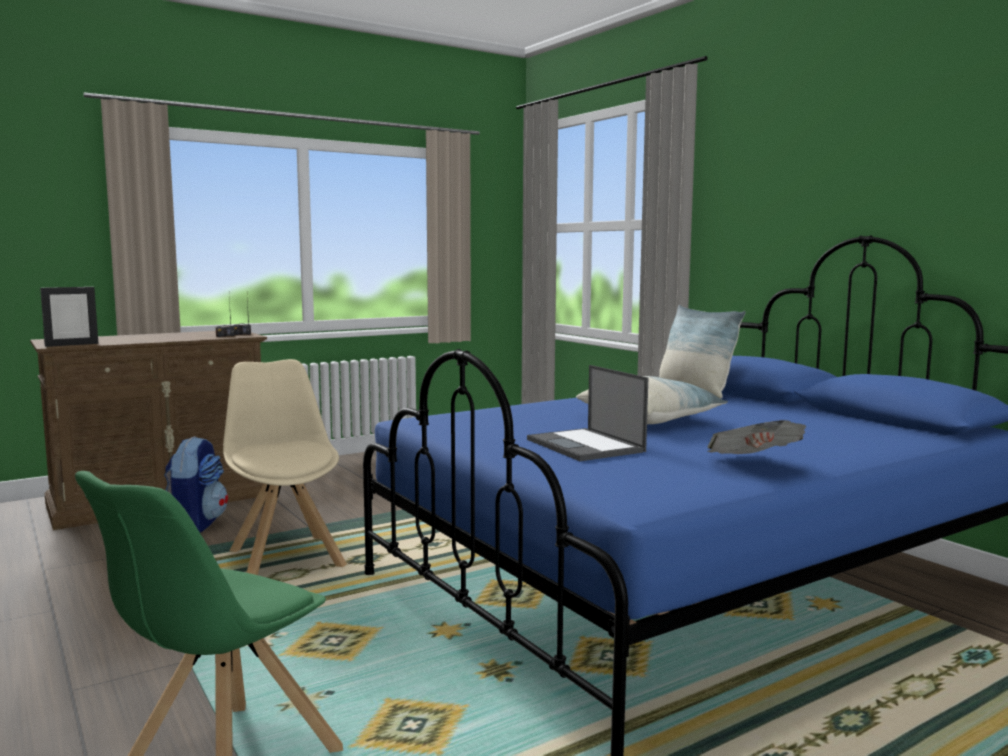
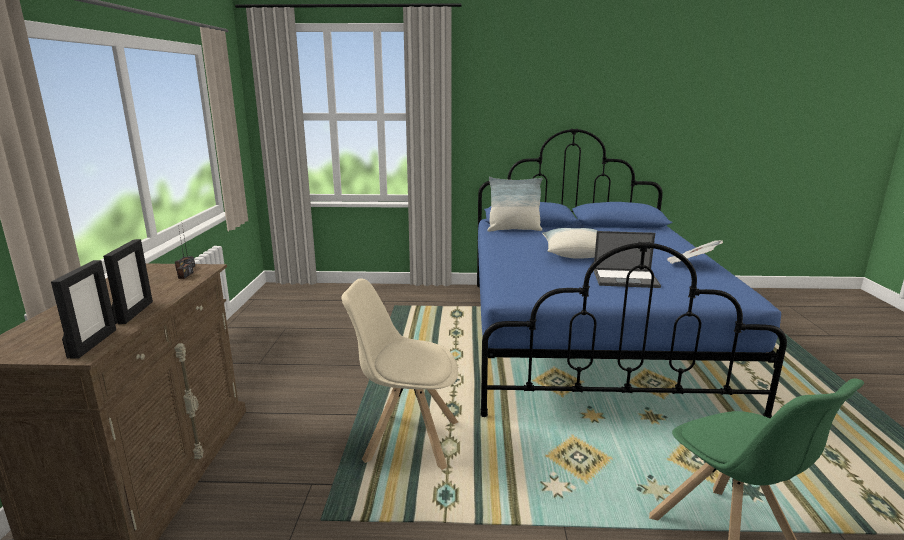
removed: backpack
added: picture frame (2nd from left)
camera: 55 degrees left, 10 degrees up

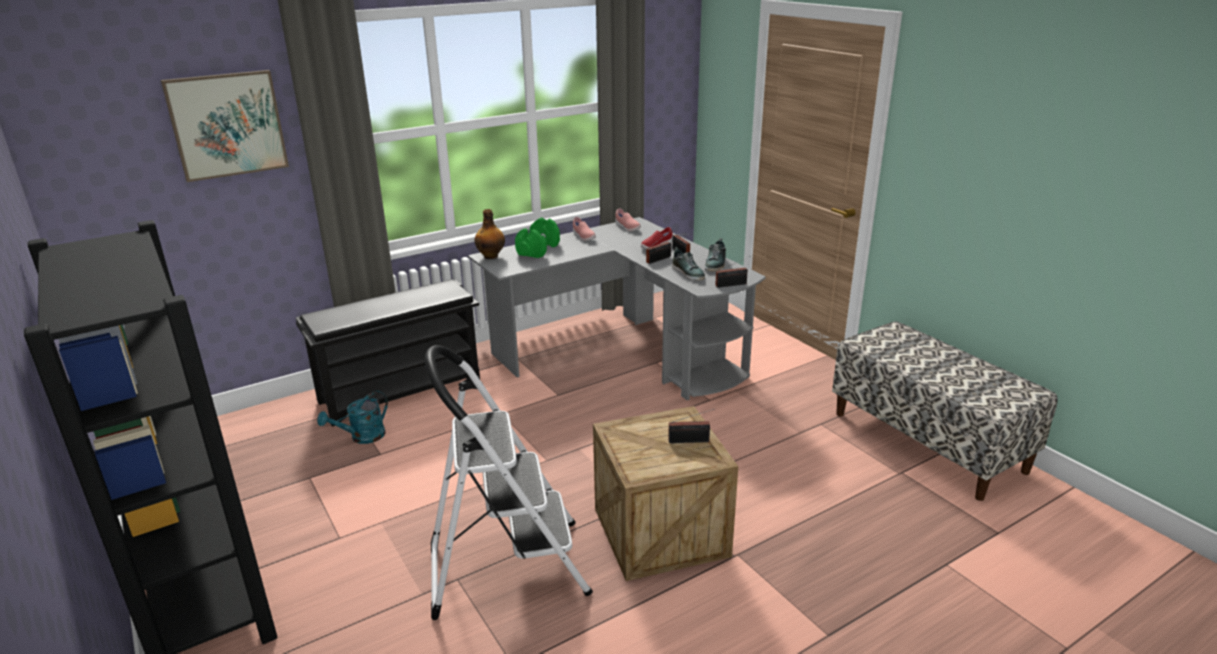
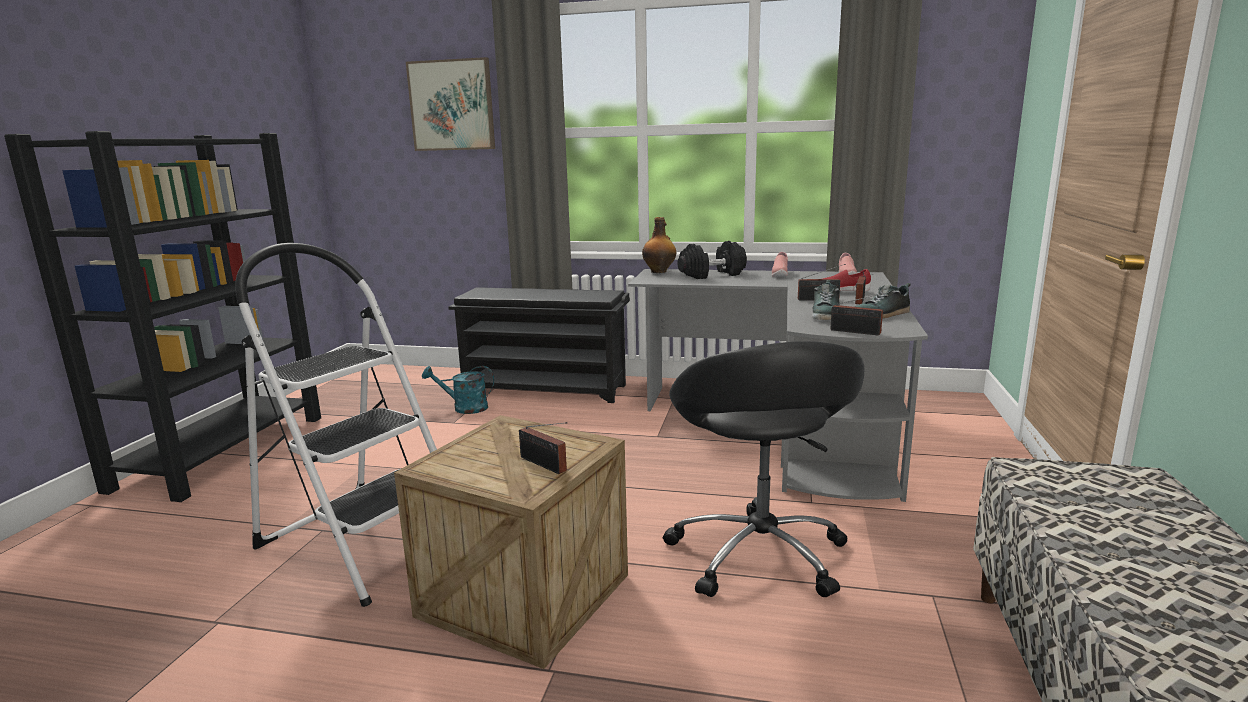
added: office chair/black
recoloured: dumbbell/green to dumbbell/black
camera: 45 degrees right, 10 degrees down

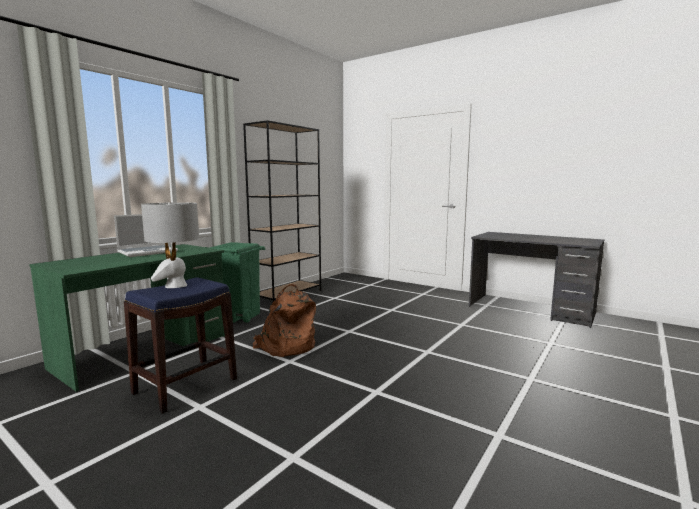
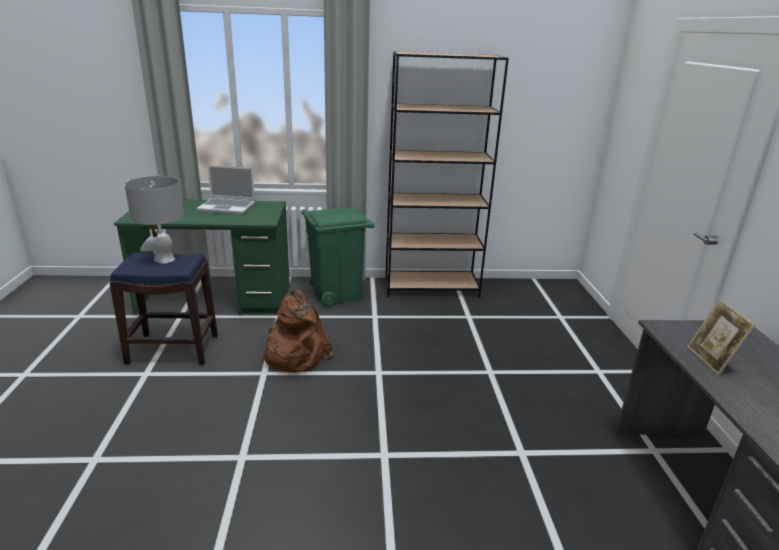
added: picture frame
camera: 50 degrees right, 15 degrees up

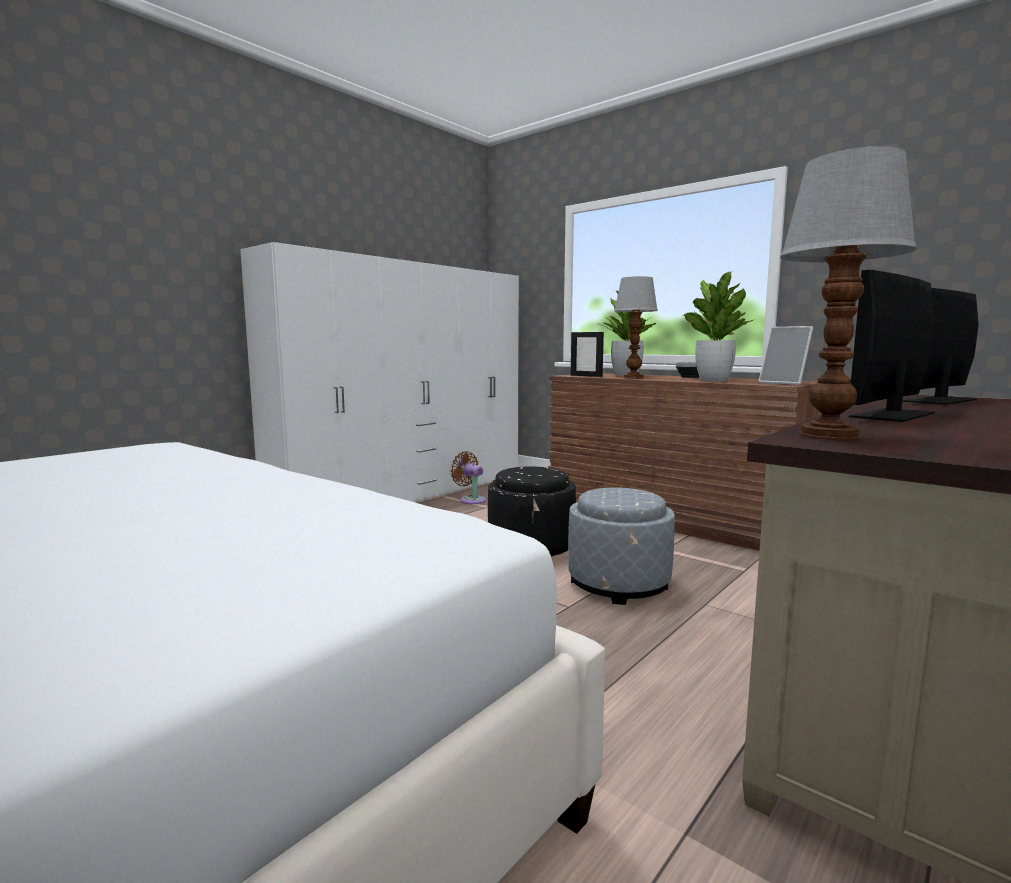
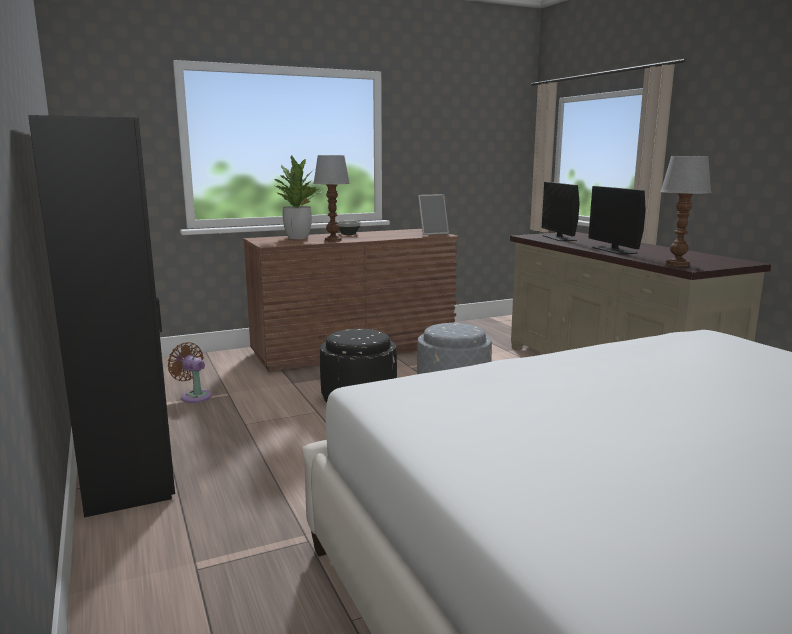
removed: picture frame (1st from left); potted plant (2nd from left)
recoloured: wardrobe/white to wardrobe/black
turned: fan/brown 60 degrees clockwise
camera: 65 degrees left, 5 degrees up

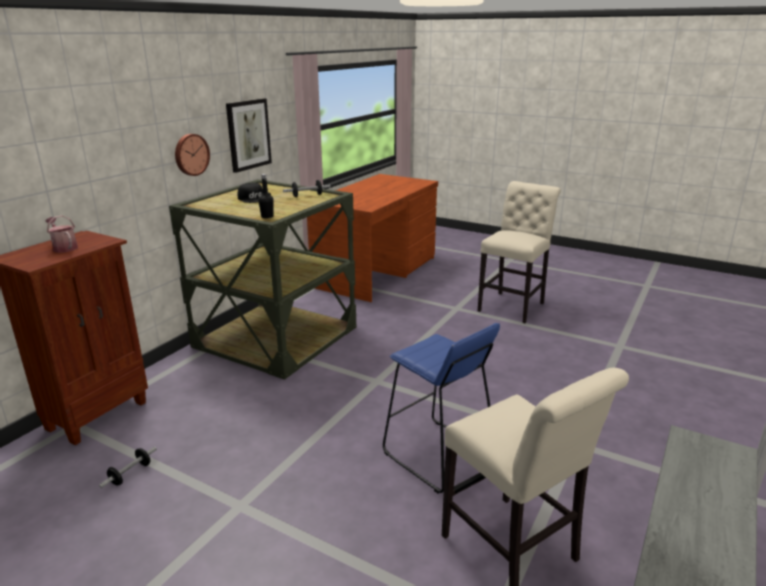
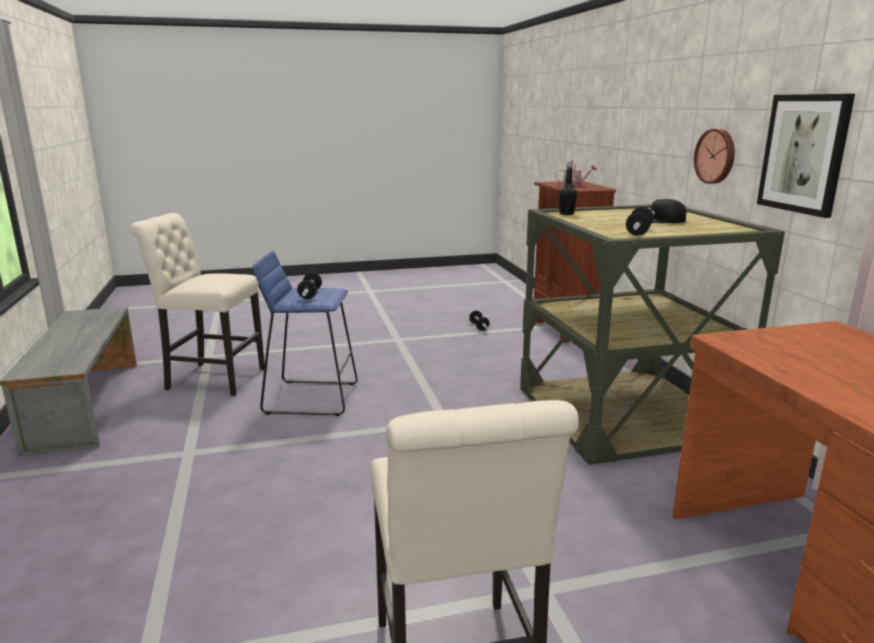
added: dumbbell (1st from left)
camera: 135 degrees right, 5 degrees down

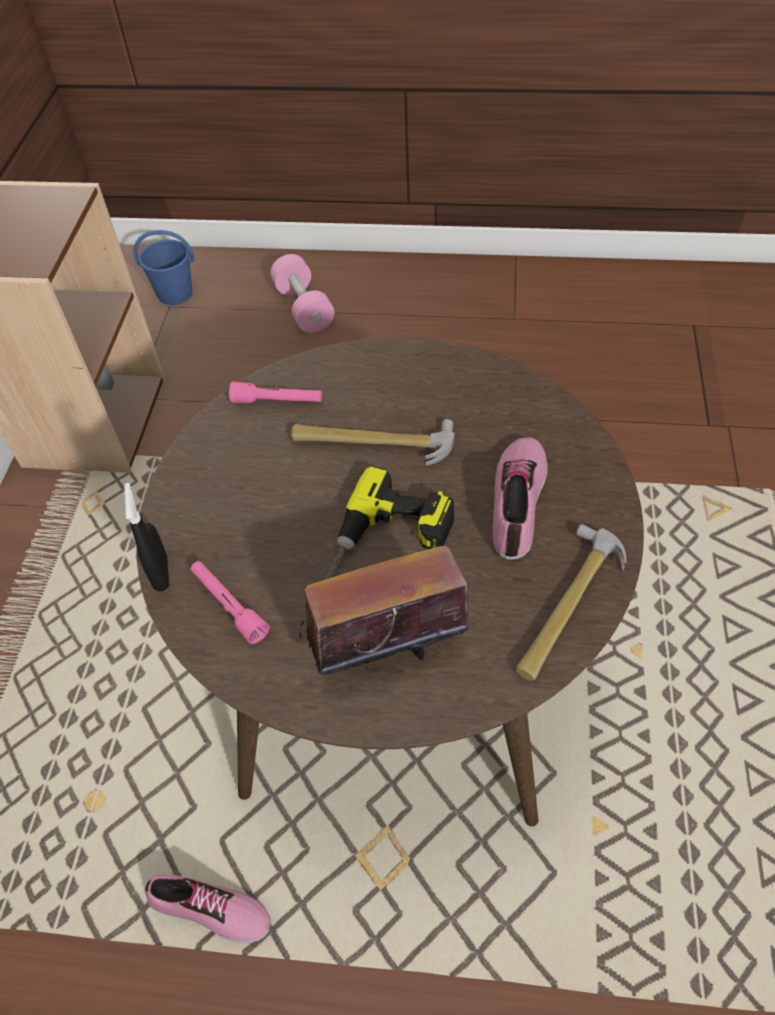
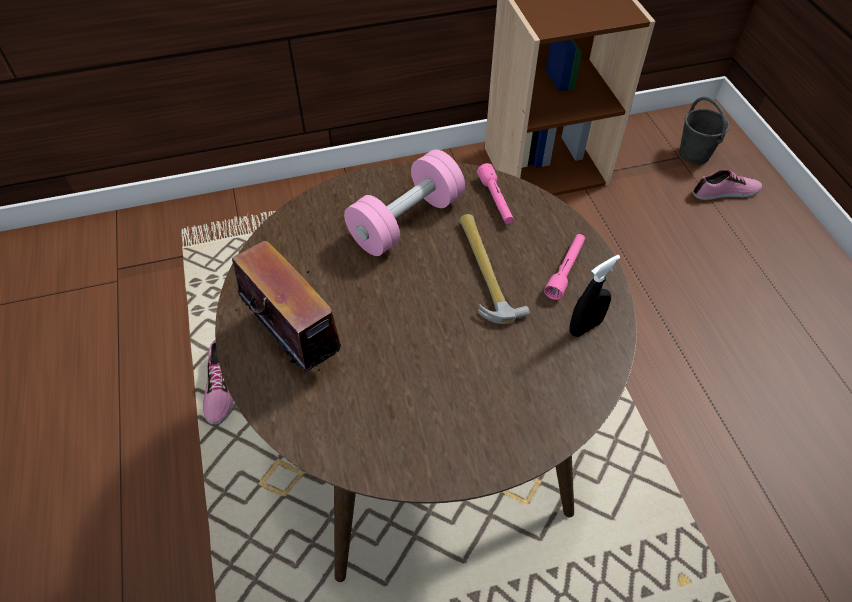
removed: power drill; hammer (2nd from left)
moved: spray bottle/black; flashlight/pink (1st from left in the first image) to flashlight/pink (2nd from left); dumbbell/pink; shoe (2nd from left)
recoloured: bucket/blue to bucket/grey
camera: 65 degrees right, 0 degrees up

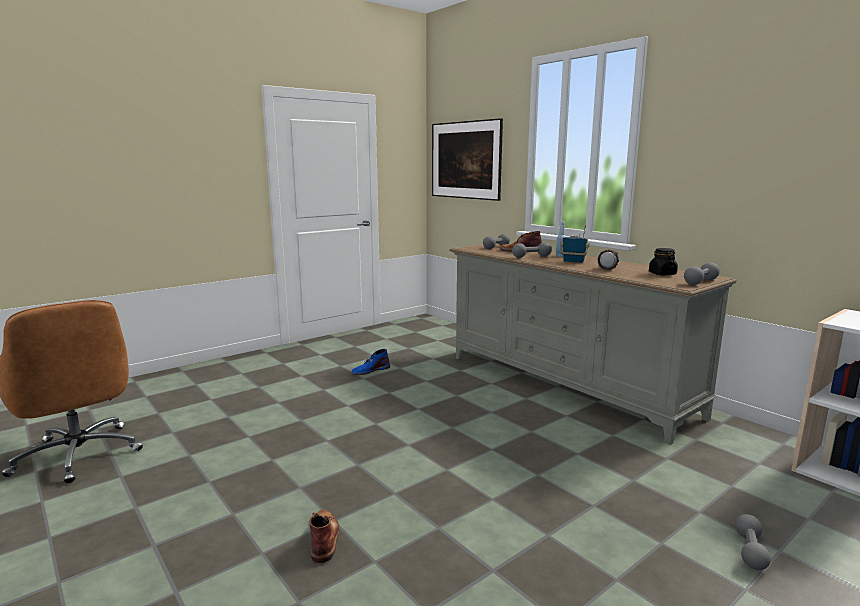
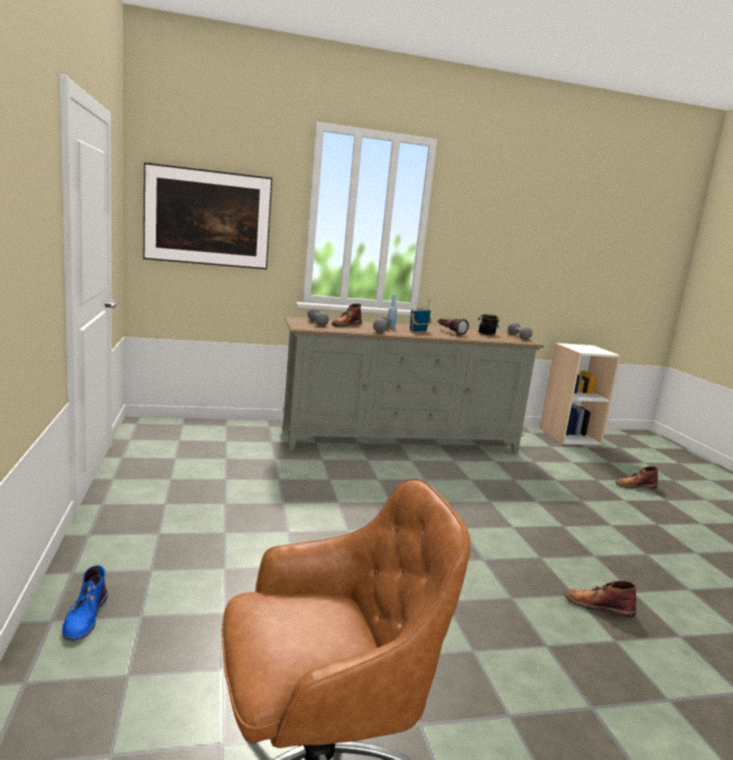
moved: boot/blue
replaced: dumbbell/grey (4th from left) to boot/brown (3rd from left)
camera: 65 degrees left, 0 degrees up

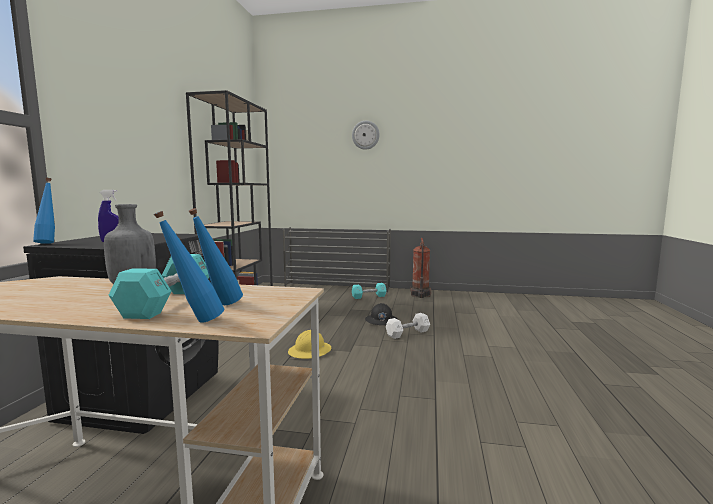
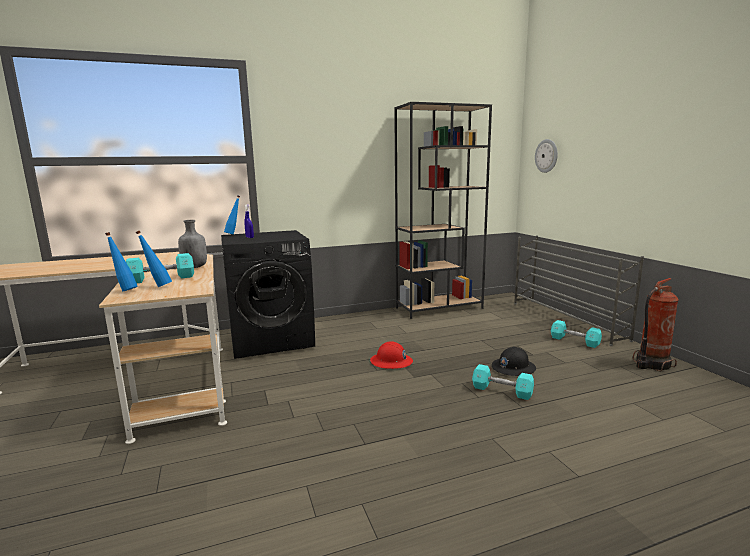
moved: wall clock
recoloured: hard hat/yellow to hard hat/red; dumbbell/white to dumbbell/turquoise (2nd from left)
camera: 60 degrees right, 5 degrees up

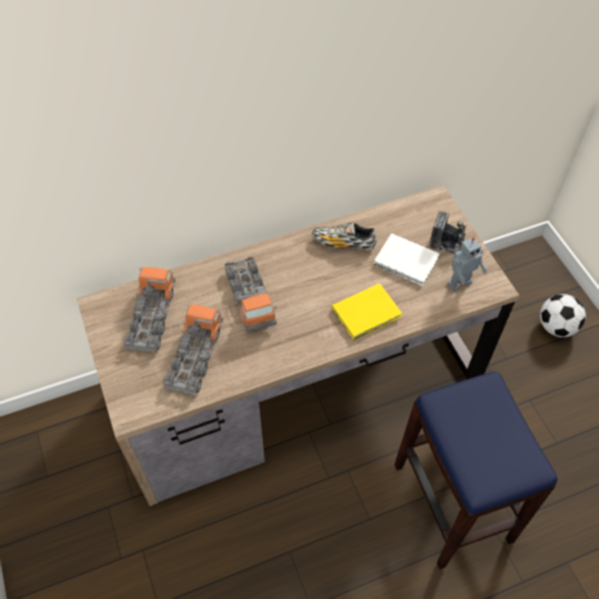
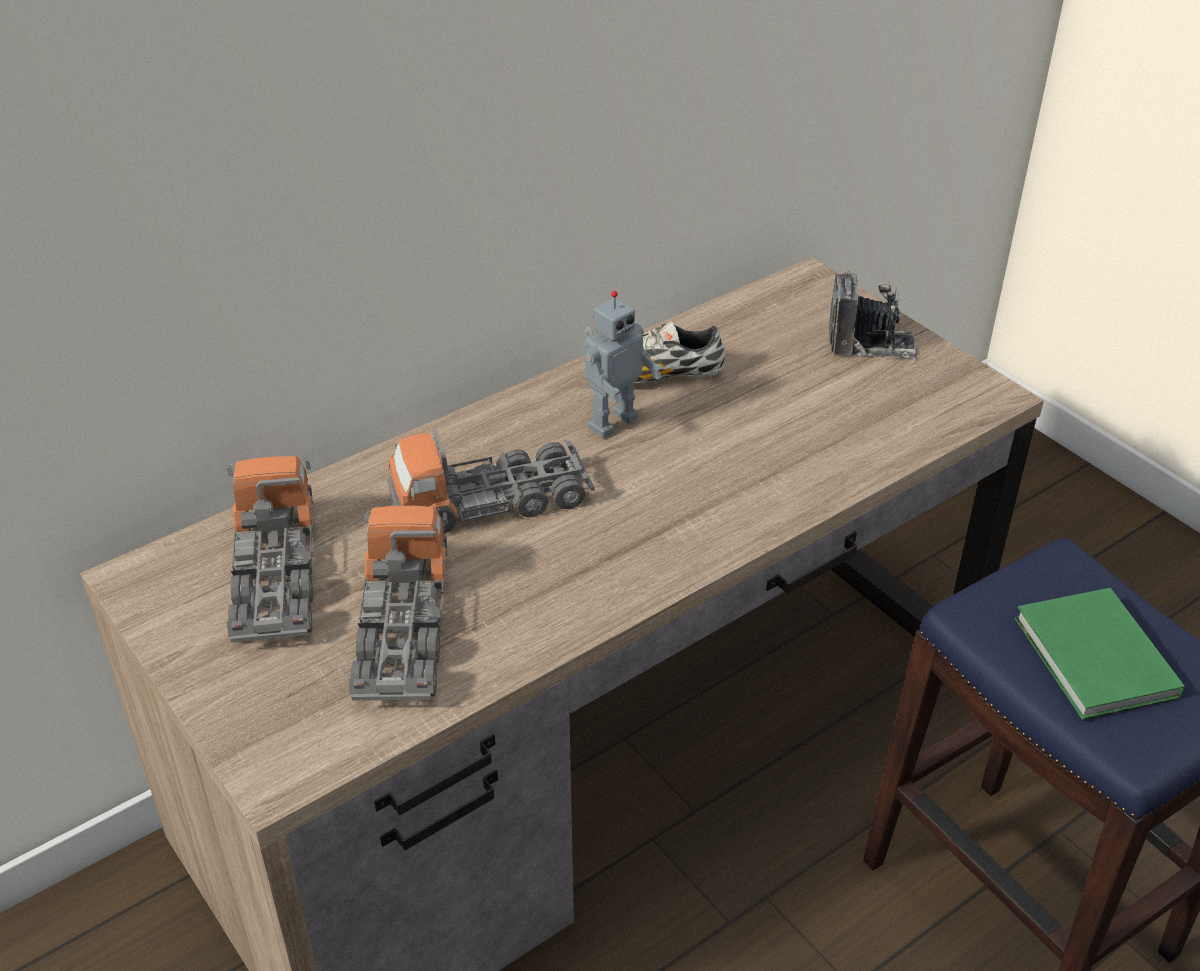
removed: book/yellow; book/white; football
added: book/green
moved: toy robot
turned: toy truck (3rd from left) 105 degrees clockwise
camera: 15 degrees left, 15 degrees down

